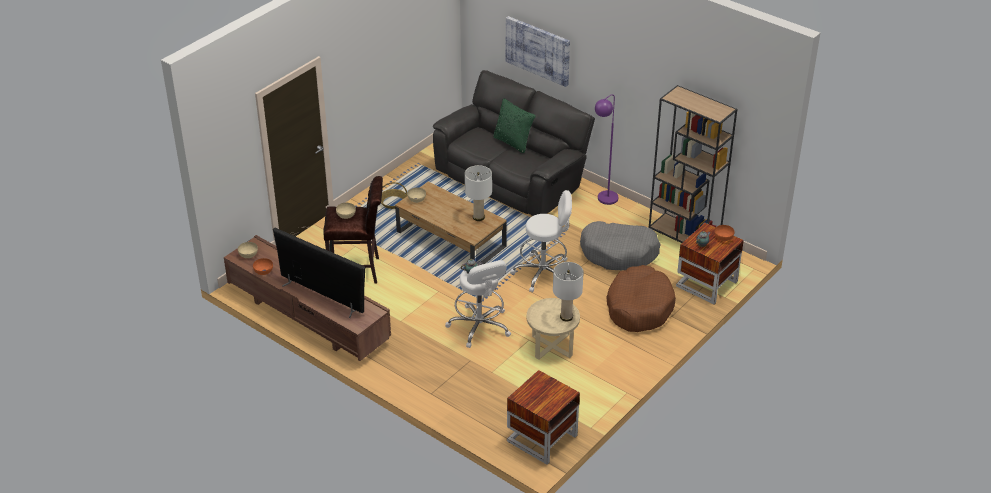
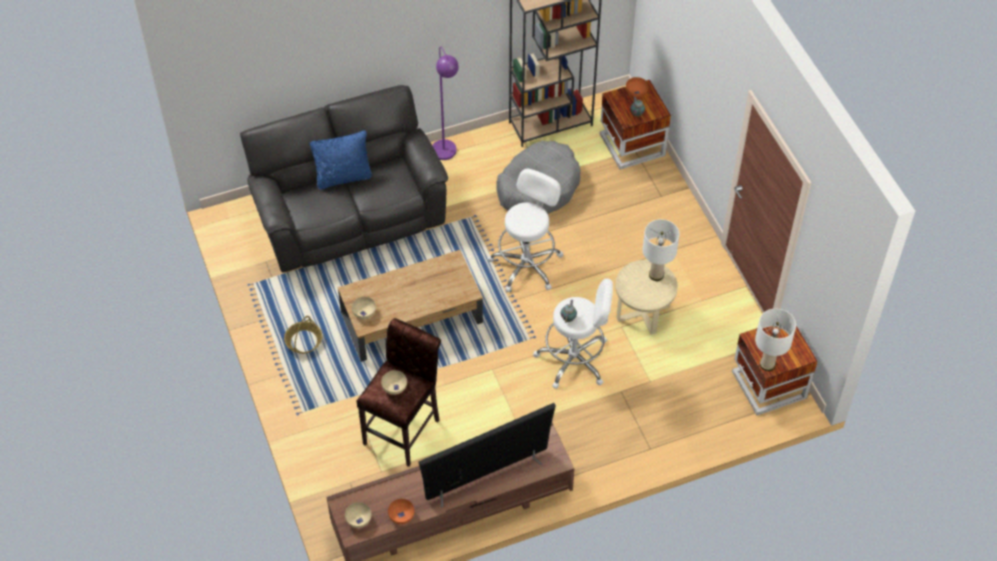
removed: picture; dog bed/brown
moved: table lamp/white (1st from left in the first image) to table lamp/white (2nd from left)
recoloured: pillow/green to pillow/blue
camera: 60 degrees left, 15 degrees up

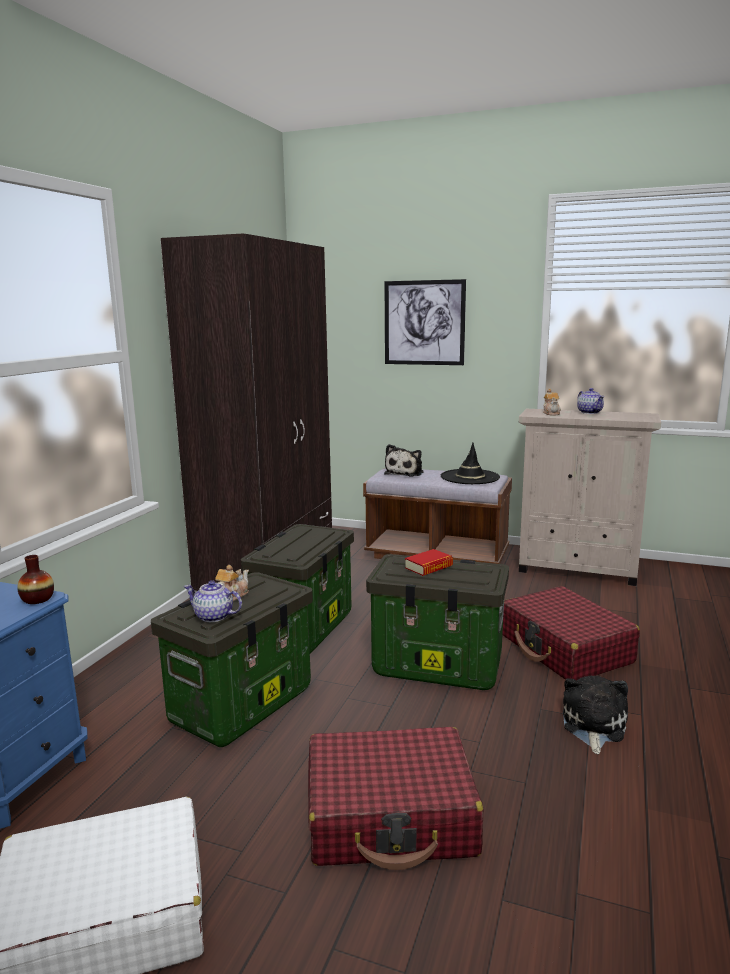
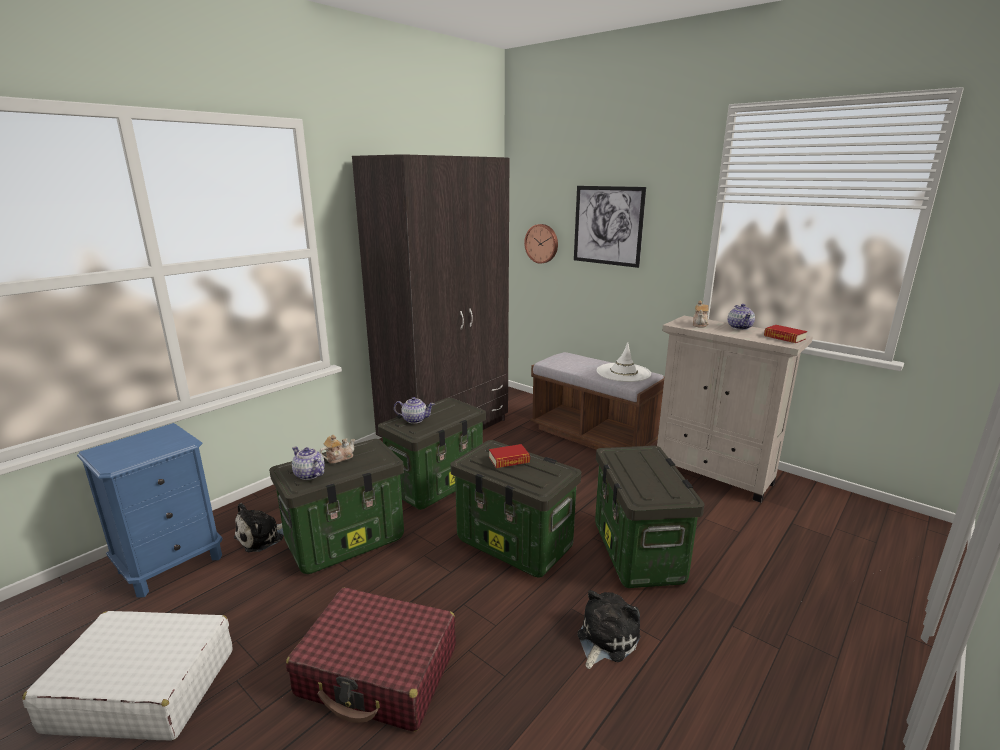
removed: vase
added: teapot (3rd from left); wall clock; book (2nd from left)
moved: plush toy (1st from left)
replaced: suitcase/red (2nd from left) to storage box (4th from left)
recoloured: hat/black to hat/white
camera: 20 degrees right, 5 degrees up

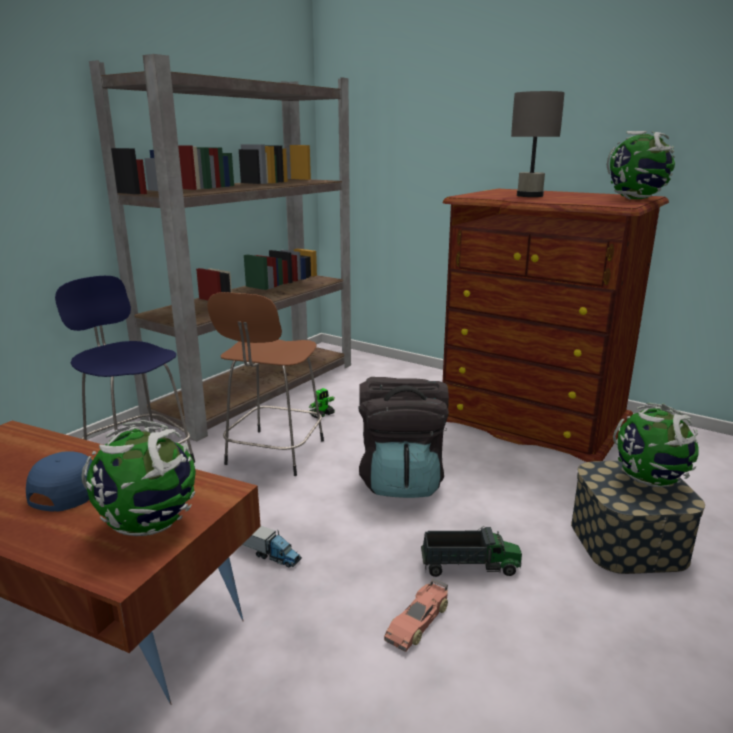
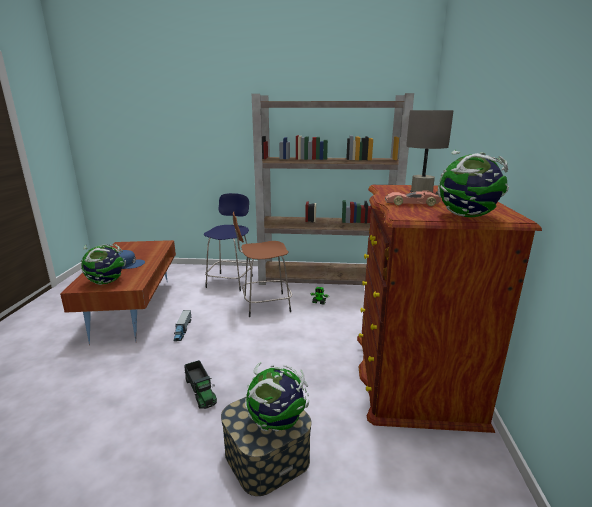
removed: backpack/black
moved: toy car
camera: 60 degrees right, 0 degrees up

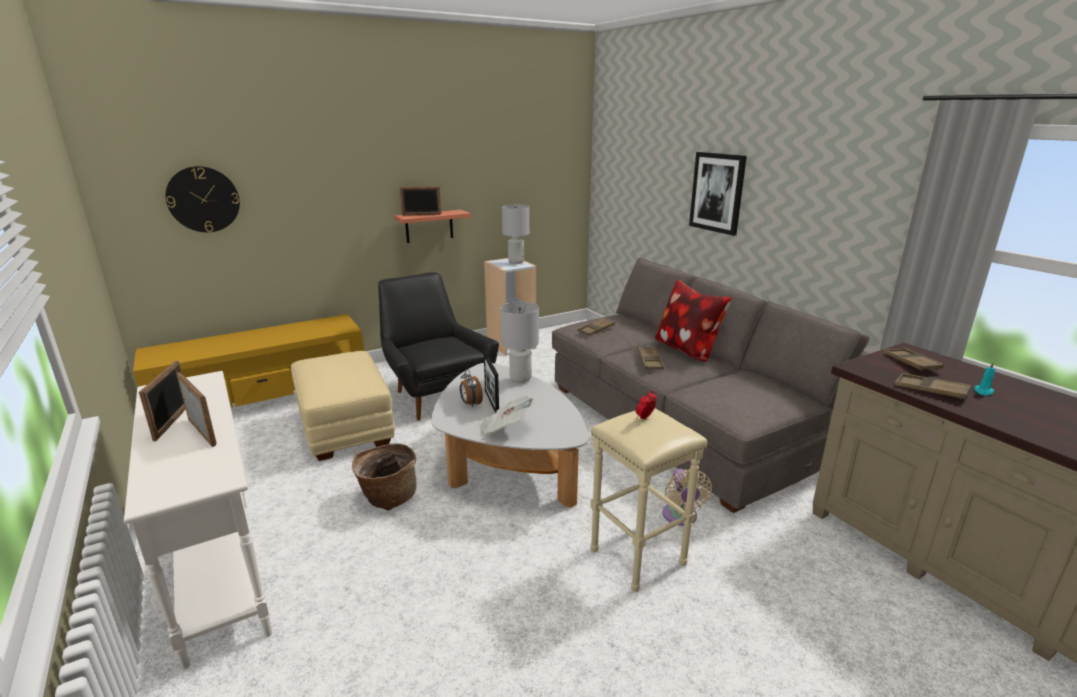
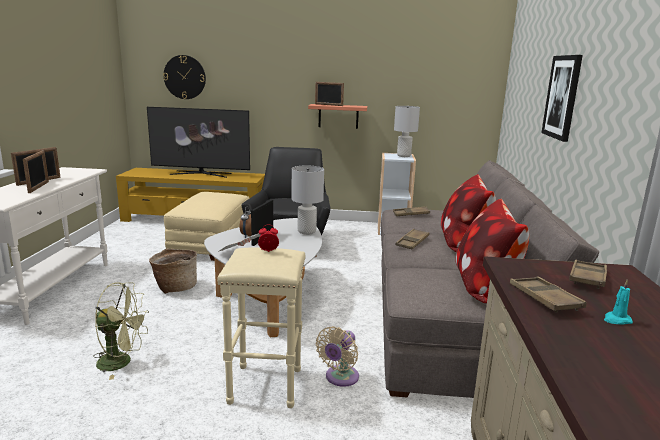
added: fan/green; television; pillow (2nd from left)
camera: 35 degrees right, 5 degrees down

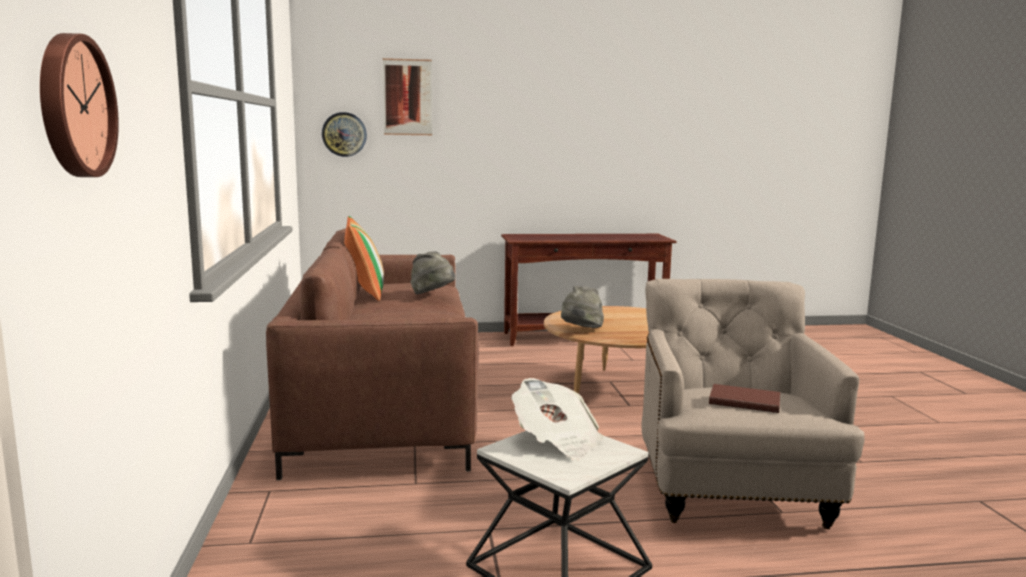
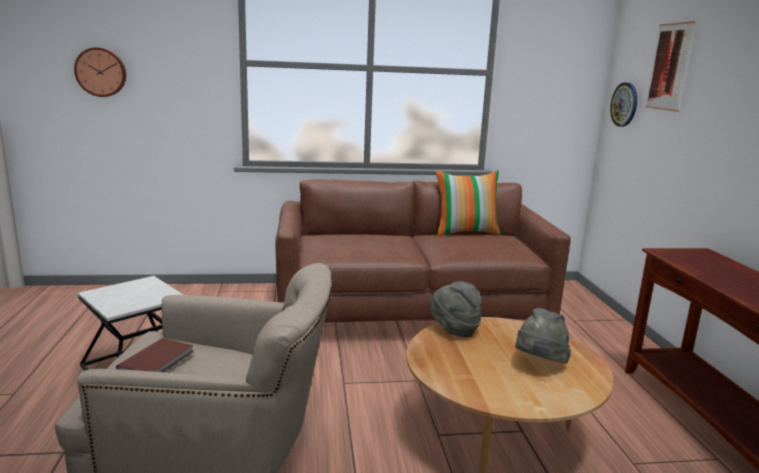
removed: newspaper
moved: hat/grey (1st from left in the first image) to hat/grey (2nd from left)
camera: 90 degrees right, 5 degrees up

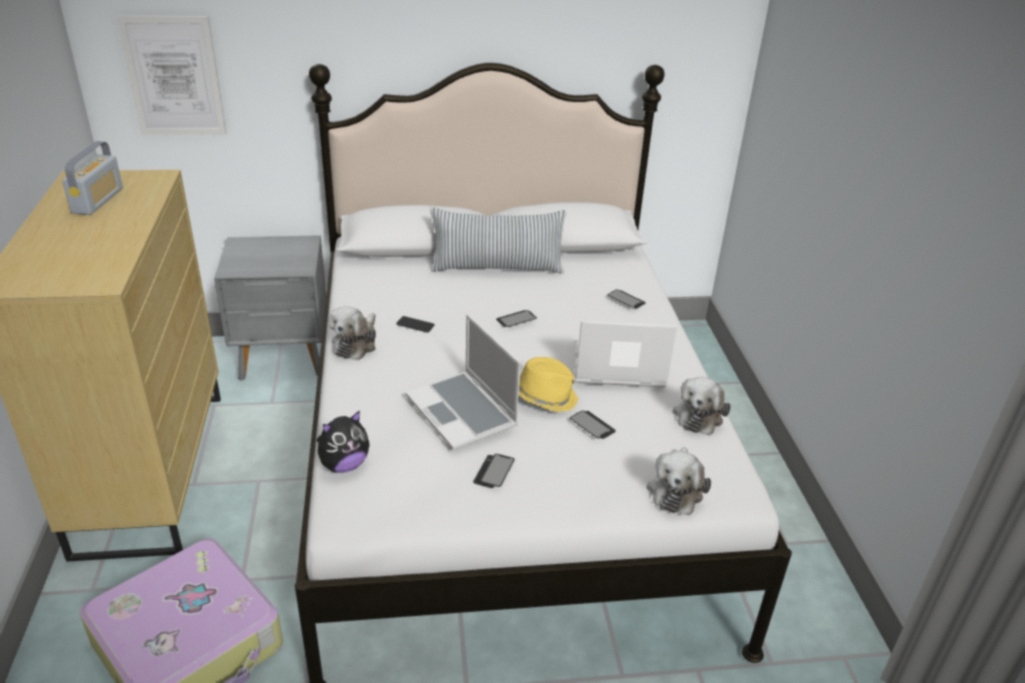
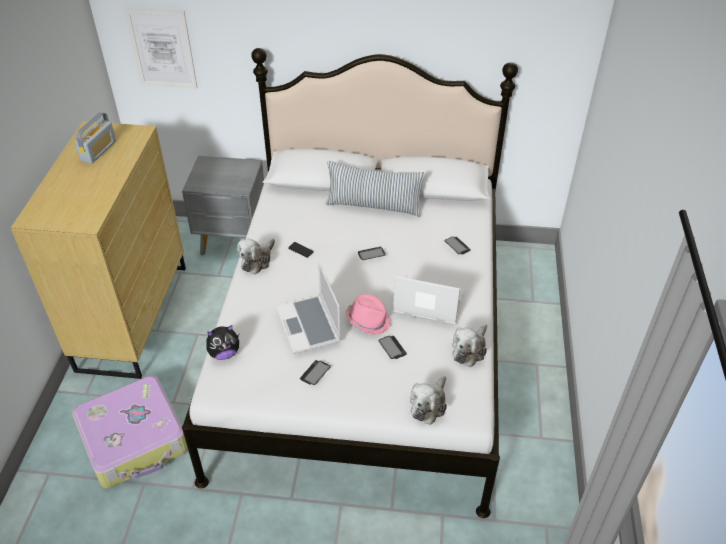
recoloured: hat/yellow to hat/pink
camera: 15 degrees right, 10 degrees up

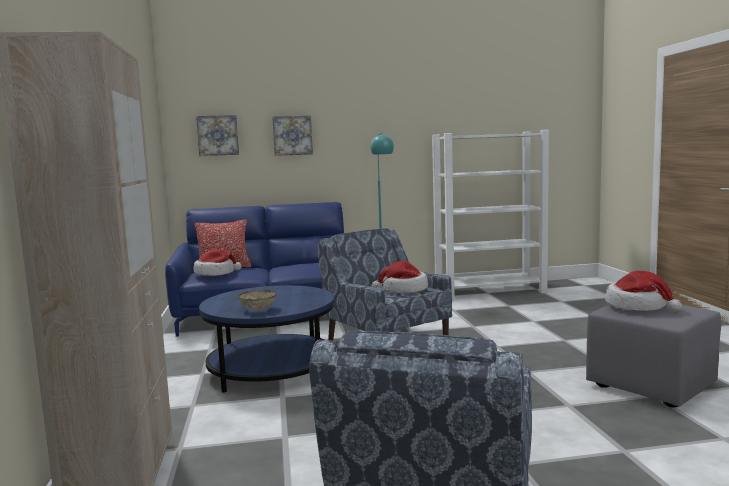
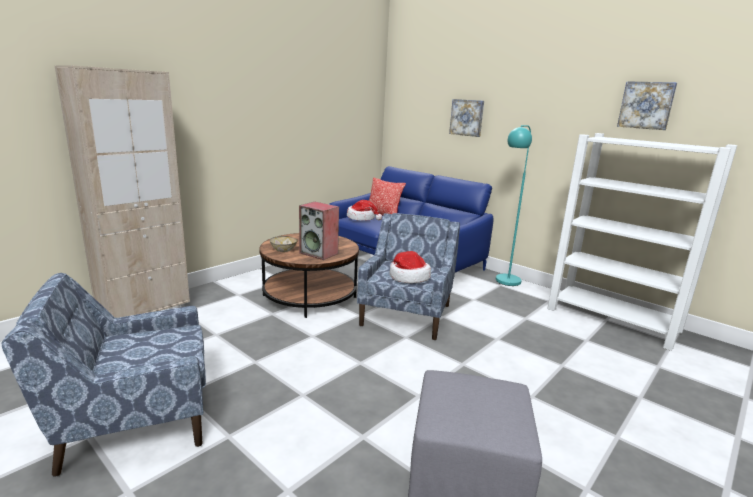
removed: hat (3rd from left)
added: speaker
moved: picture (1st from left in the first image) to picture (2nd from left)
recoloured: coffee table/blue to coffee table/brown
camera: 50 degrees right, 10 degrees up

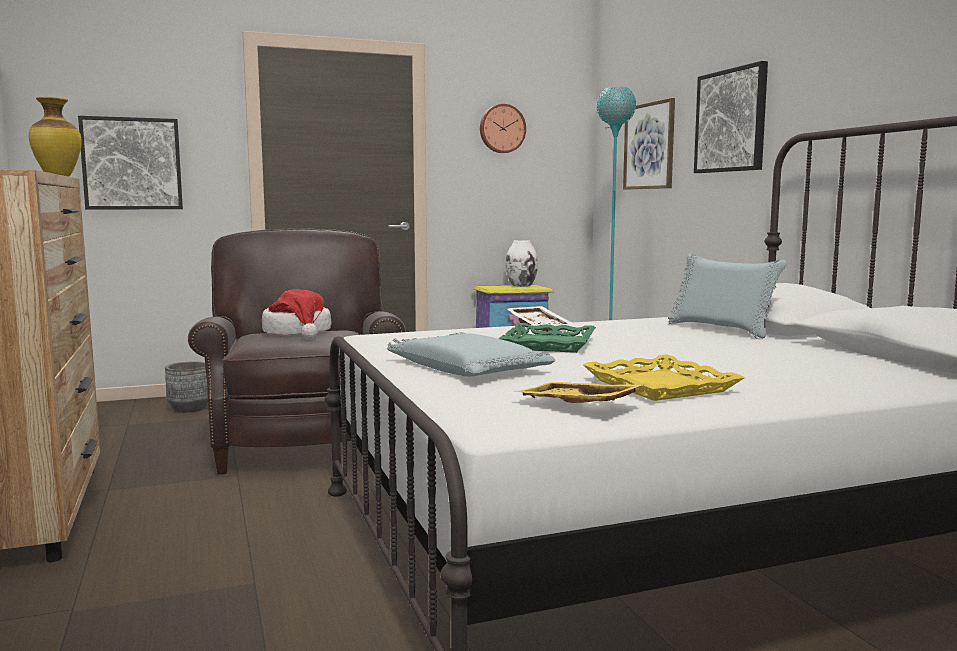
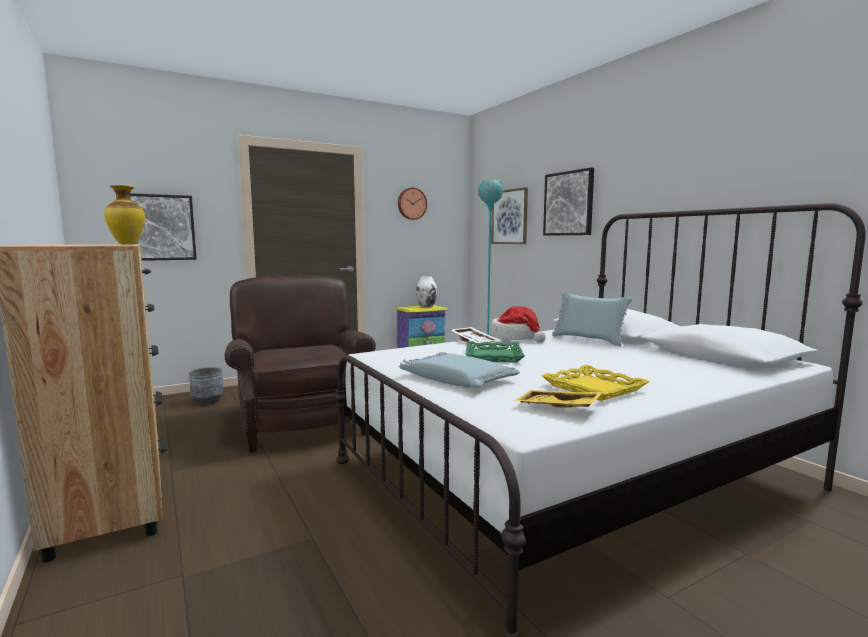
moved: hat
camera: 10 degrees left, 0 degrees up

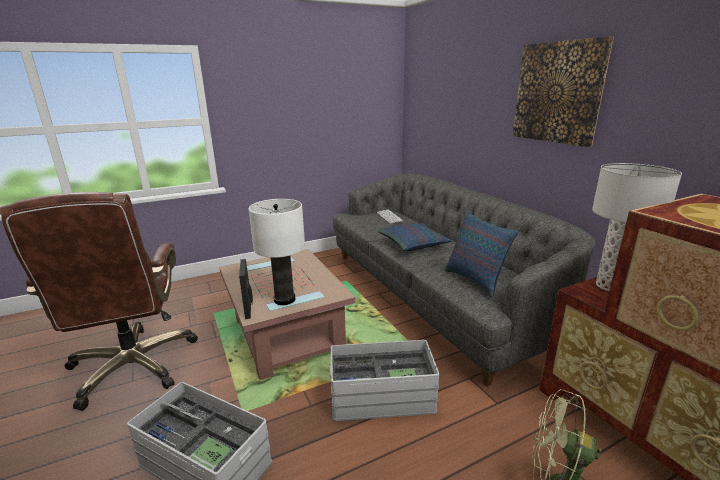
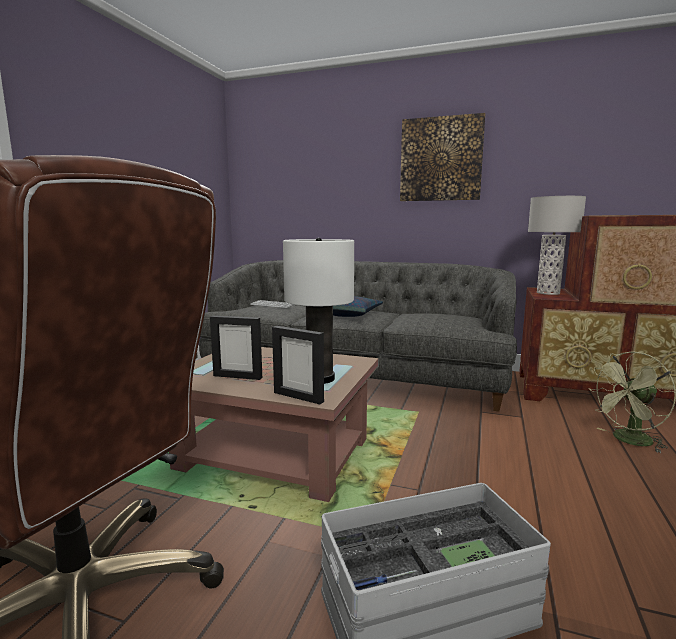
removed: storage box/grey (2nd from left); pillow/blue (2nd from left)
added: picture frame (1st from left)
camera: 45 degrees left, 10 degrees down

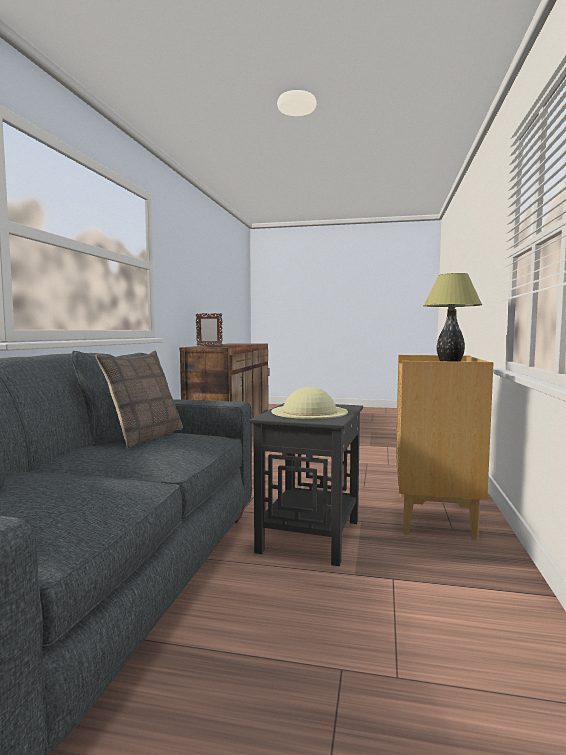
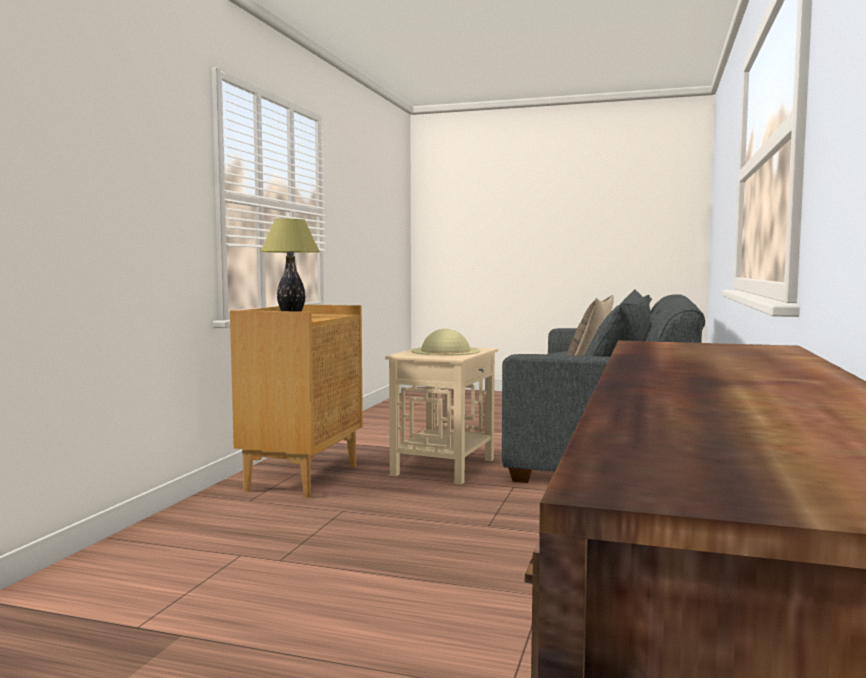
removed: picture frame
recoloured: side table/black to side table/beige
camera: 175 degrees left, 0 degrees up

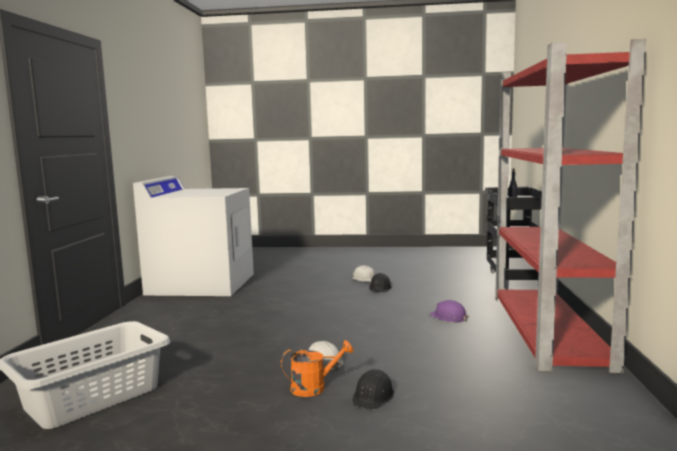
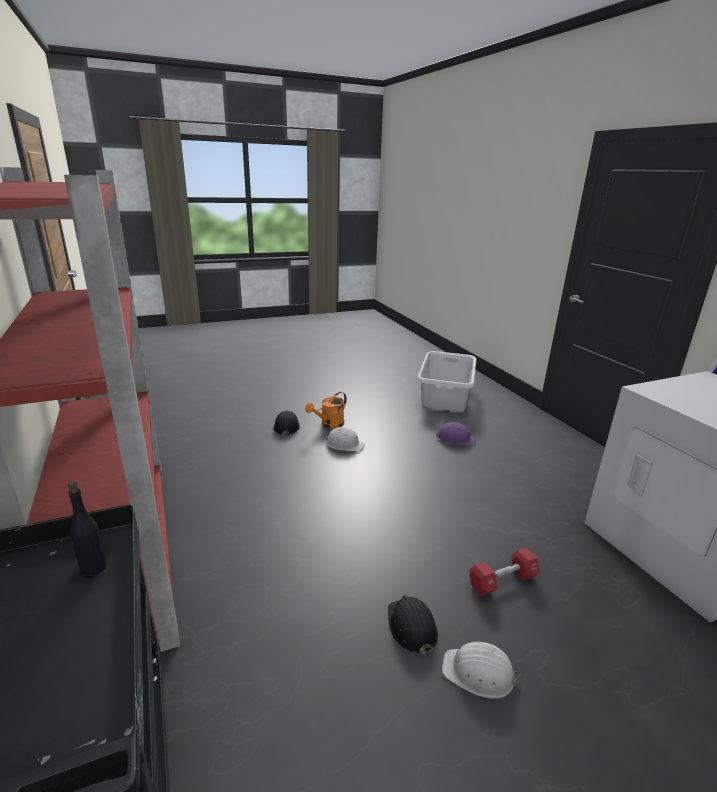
added: dumbbell/red
moved: hard hat/purple
camera: 150 degrees right, 15 degrees up

